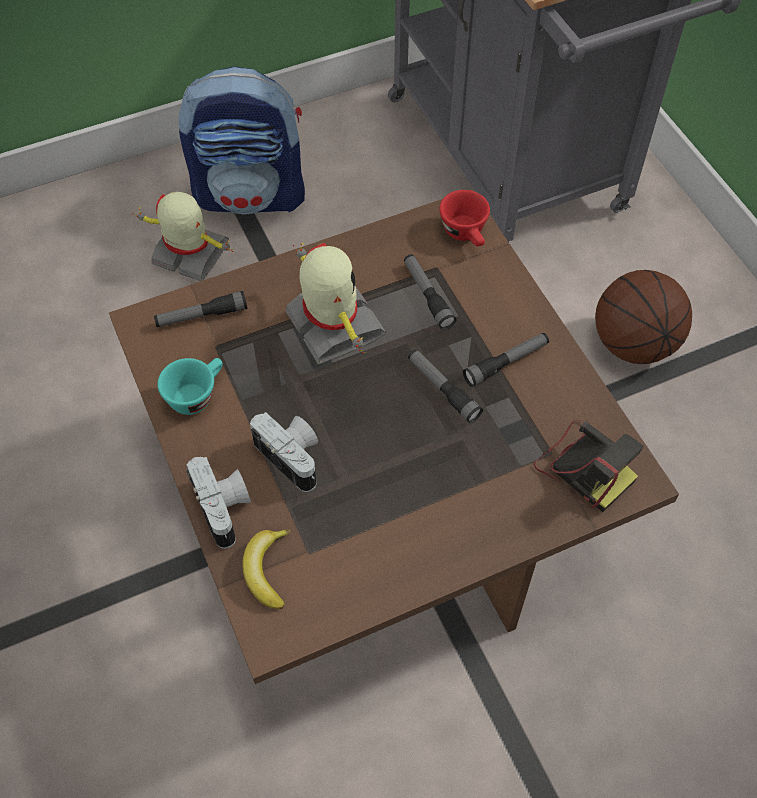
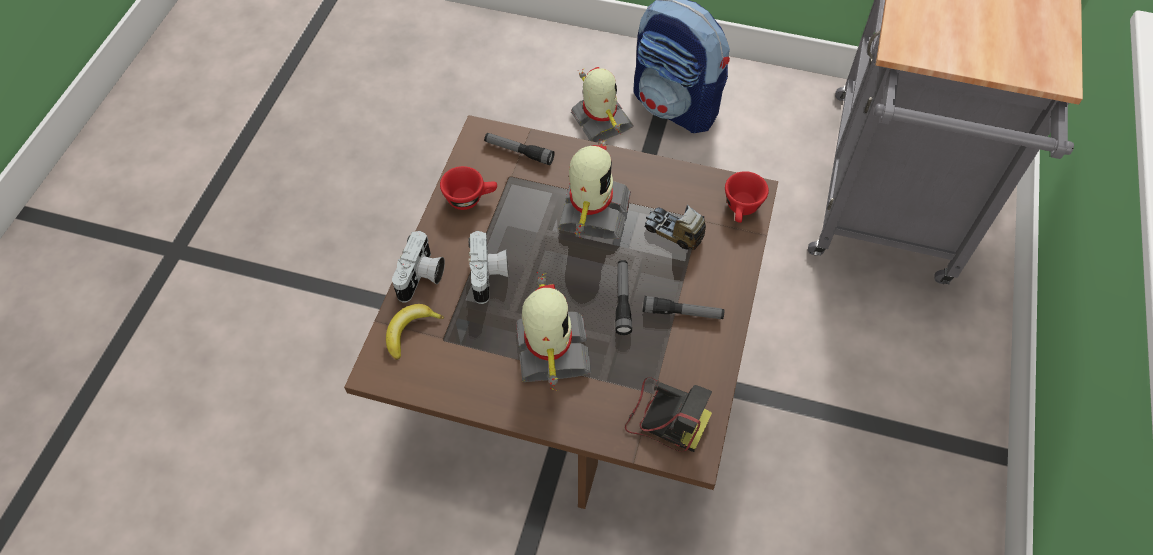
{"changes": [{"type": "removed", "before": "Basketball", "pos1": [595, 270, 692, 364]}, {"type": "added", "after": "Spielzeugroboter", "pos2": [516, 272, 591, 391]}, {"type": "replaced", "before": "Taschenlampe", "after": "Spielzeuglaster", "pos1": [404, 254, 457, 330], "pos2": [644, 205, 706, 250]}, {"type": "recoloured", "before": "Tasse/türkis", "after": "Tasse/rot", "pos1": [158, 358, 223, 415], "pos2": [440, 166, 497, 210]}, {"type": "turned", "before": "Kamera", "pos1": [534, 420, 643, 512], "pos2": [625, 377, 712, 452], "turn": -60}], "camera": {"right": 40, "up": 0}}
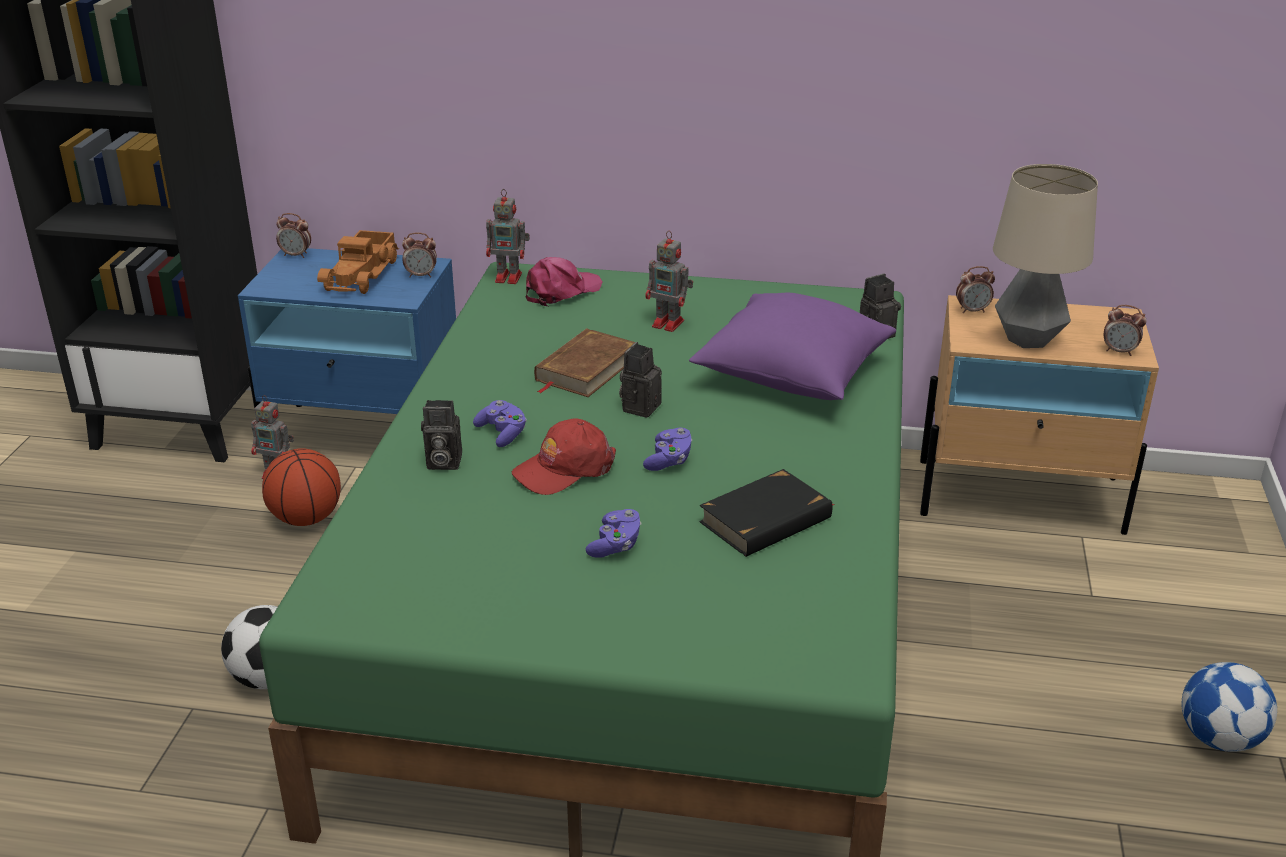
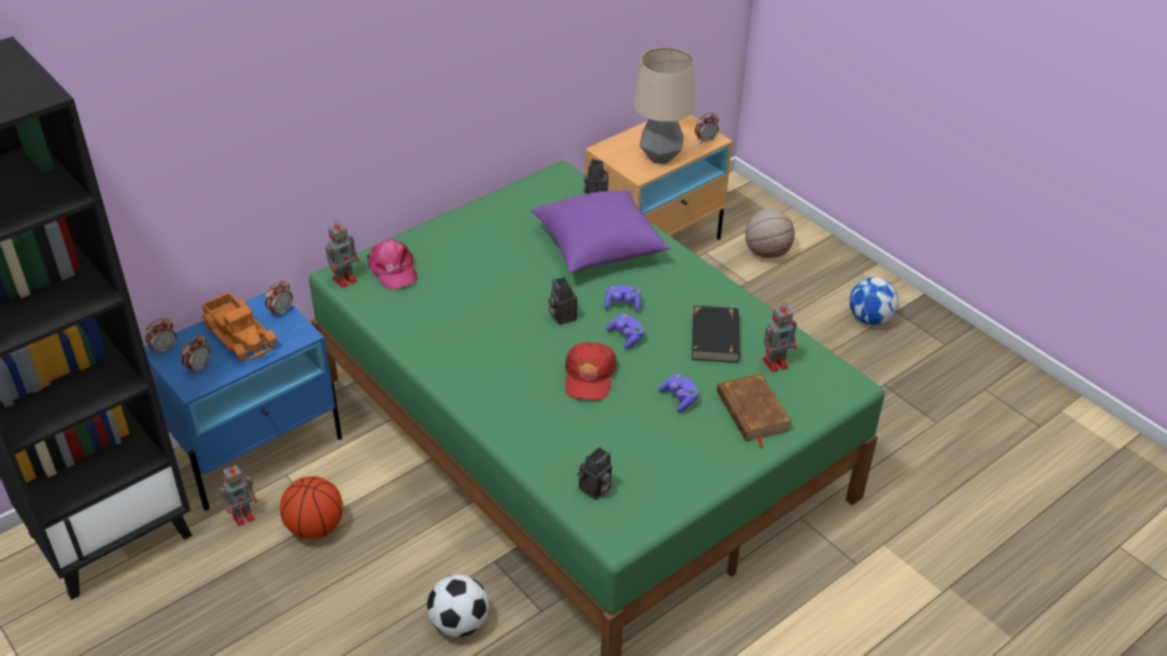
{"changes": [{"type": "added", "after": "Basketball", "pos2": [745, 209, 795, 258]}, {"type": "moved", "before": "Kamera", "pos1": [421, 400, 462, 470], "pos2": [578, 447, 612, 500]}, {"type": "moved", "before": "Gamepad/lila", "pos1": [473, 400, 527, 447], "pos2": [605, 285, 641, 312]}, {"type": "moved", "before": "Buch/braun", "pos1": [534, 328, 635, 397], "pos2": [717, 373, 792, 449]}, {"type": "moved", "before": "Spielzeugroboter", "pos1": [645, 232, 693, 332], "pos2": [762, 303, 797, 372]}, {"type": "moved", "before": "Wecker", "pos1": [956, 266, 995, 314], "pos2": [181, 335, 211, 375]}, {"type": "turned", "before": "Kappe/rosa", "pos1": [525, 257, 603, 306], "pos2": [367, 238, 417, 289], "turn": 150}], "camera": {"right": -50, "up": 10}}
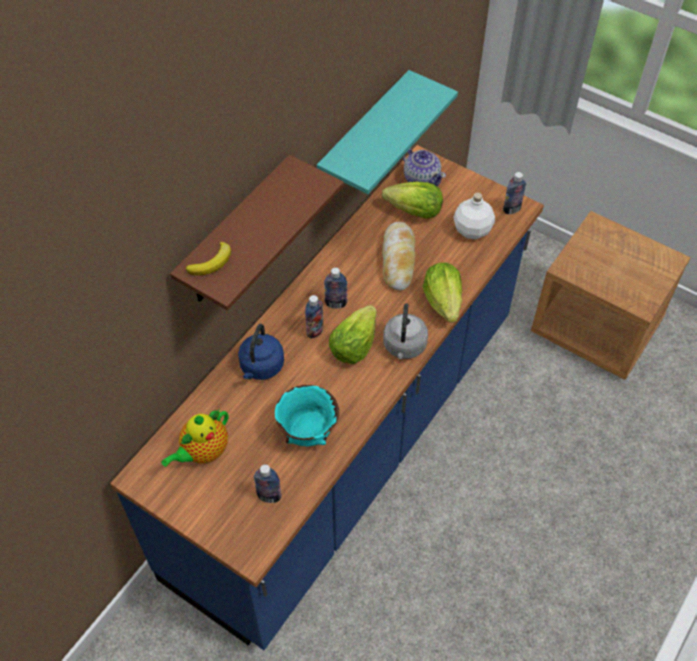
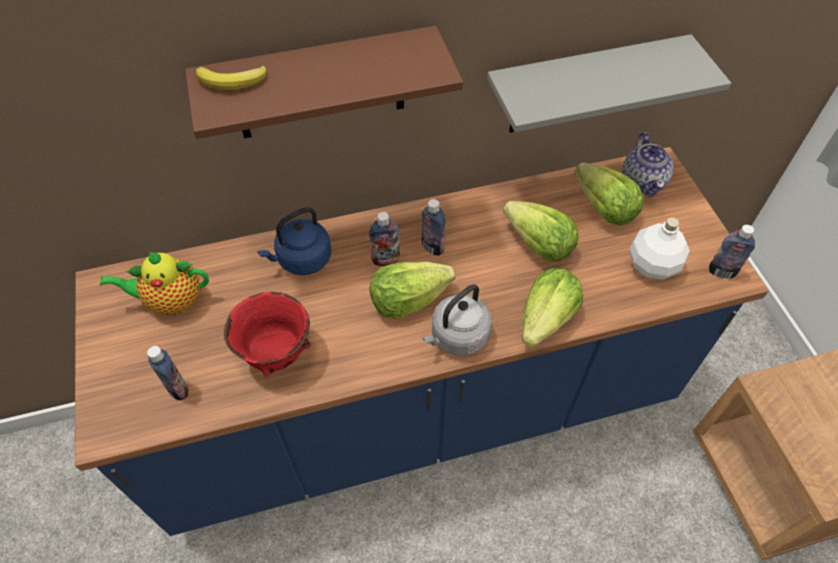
{"changes": [{"type": "replaced", "before": "Brot", "after": "Salatkopf", "pos1": [383, 222, 415, 290], "pos2": [503, 201, 579, 262]}, {"type": "recoloured", "before": "Schüssel/türkis", "after": "Schüssel/rot", "pos1": [275, 385, 339, 446], "pos2": [224, 292, 311, 376]}, {"type": "recoloured", "before": "Wandregal/türkis", "after": "Wandregal/grau", "pos1": [317, 70, 458, 194], "pos2": [487, 34, 731, 133]}], "camera": {"right": 40, "up": 0}}
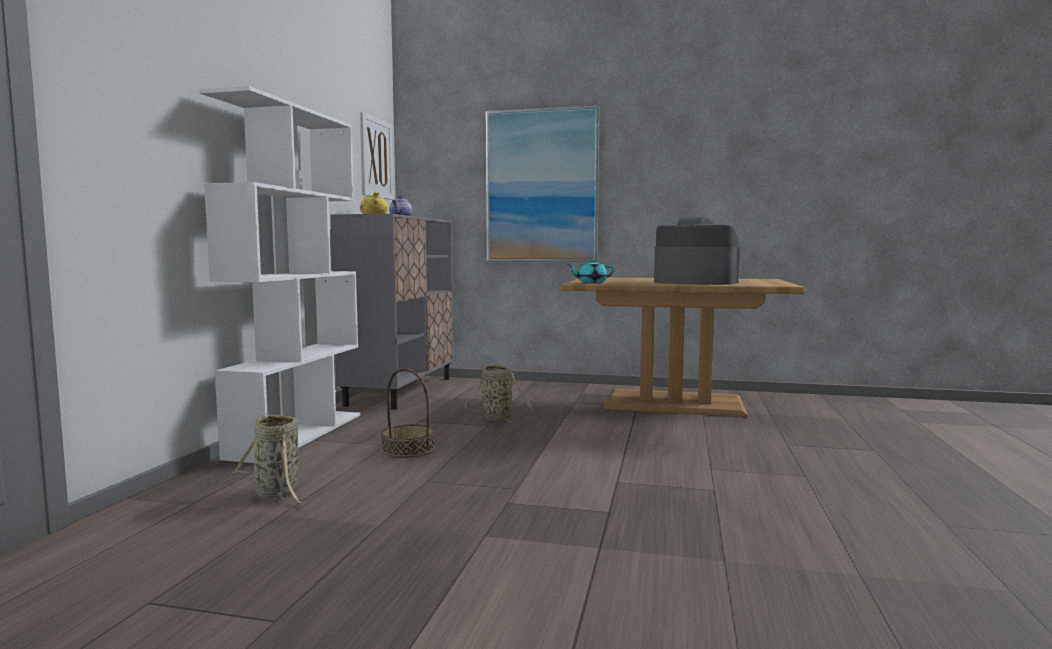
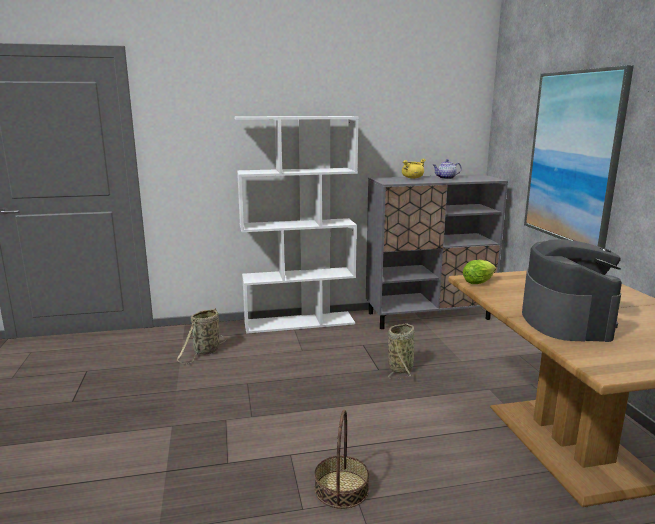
{"changes": [{"type": "removed", "before": "Bild", "pos1": [360, 112, 393, 200]}, {"type": "moved", "before": "Korb", "pos1": [381, 368, 435, 458], "pos2": [314, 410, 369, 509]}, {"type": "replaced", "before": "Teekanne/türkis", "after": "Salatkopf", "pos1": [568, 259, 615, 283], "pos2": [463, 260, 496, 284]}], "camera": {"right": 65, "up": 10}}
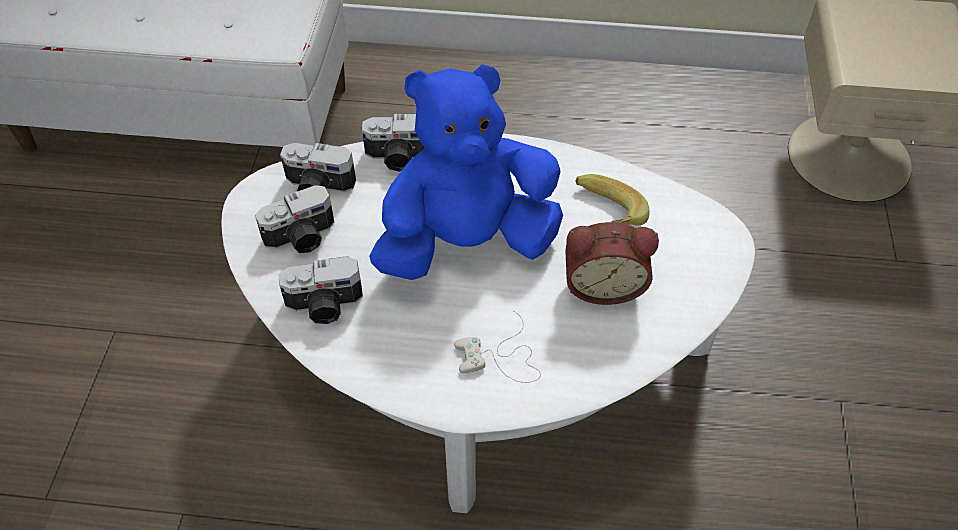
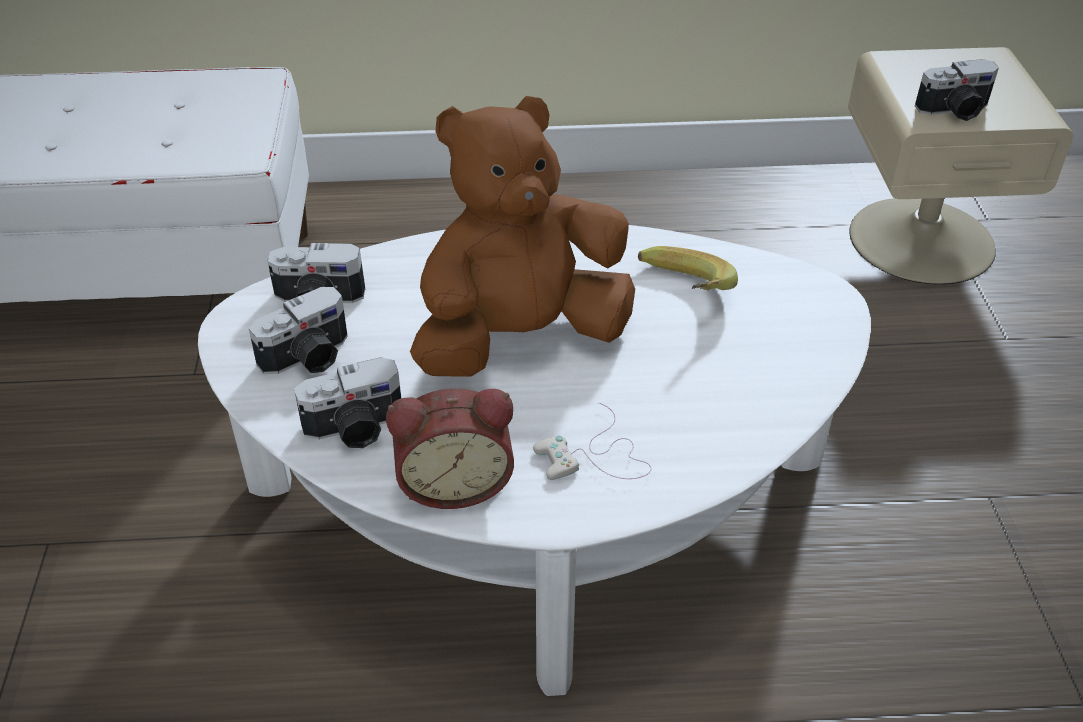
{"changes": [{"type": "moved", "before": "Kamera", "pos1": [362, 114, 425, 172], "pos2": [915, 59, 999, 121]}, {"type": "moved", "before": "Wecker", "pos1": [565, 222, 659, 305], "pos2": [386, 388, 514, 509]}, {"type": "recoloured", "before": "Plüschtier/blau", "after": "Plüschtier/braun", "pos1": [369, 64, 563, 280], "pos2": [410, 96, 635, 377]}], "camera": {"right": -10, "up": -10}}
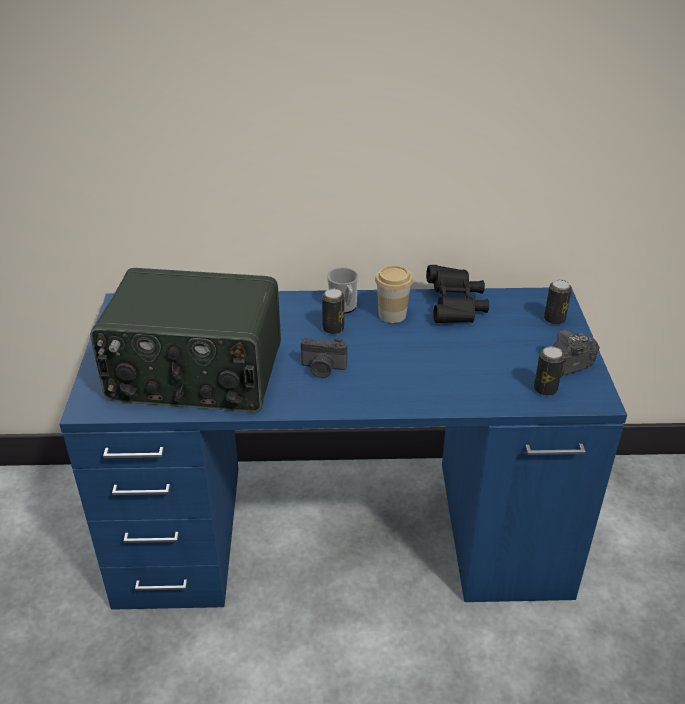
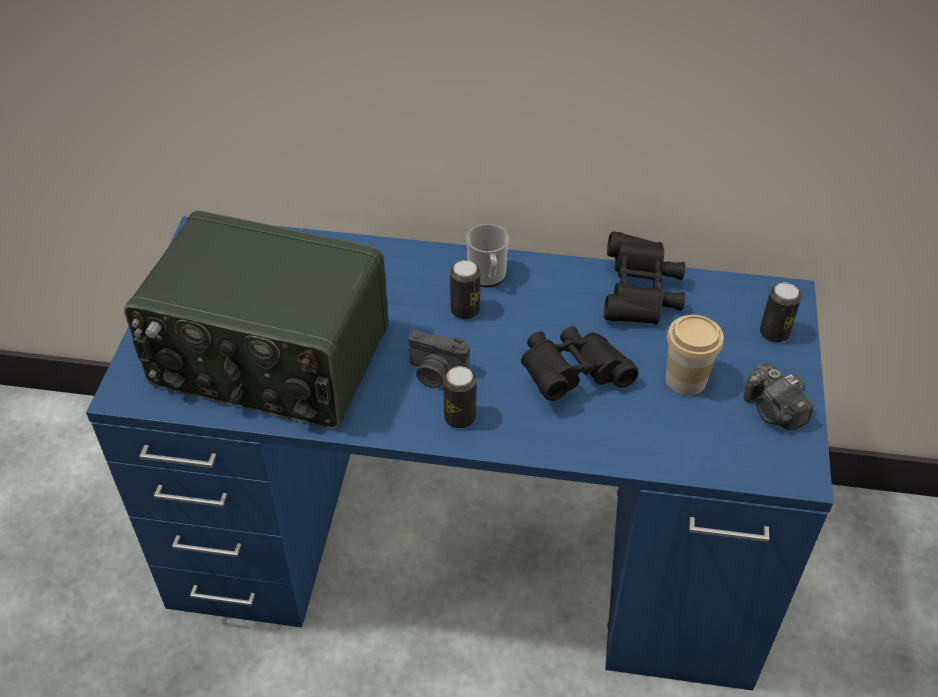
{"changes": [{"type": "added", "after": "Fernglas/schwarz", "pos2": [521, 326, 638, 401]}, {"type": "moved", "before": "Tasse", "pos1": [375, 266, 413, 323], "pos2": [666, 315, 724, 396]}, {"type": "moved", "before": "Dose", "pos1": [534, 347, 565, 396], "pos2": [443, 366, 476, 428]}, {"type": "turned", "before": "Kamera", "pos1": [552, 330, 599, 376], "pos2": [744, 363, 814, 430], "turn": -105}], "camera": {"right": 10, "up": 10}}
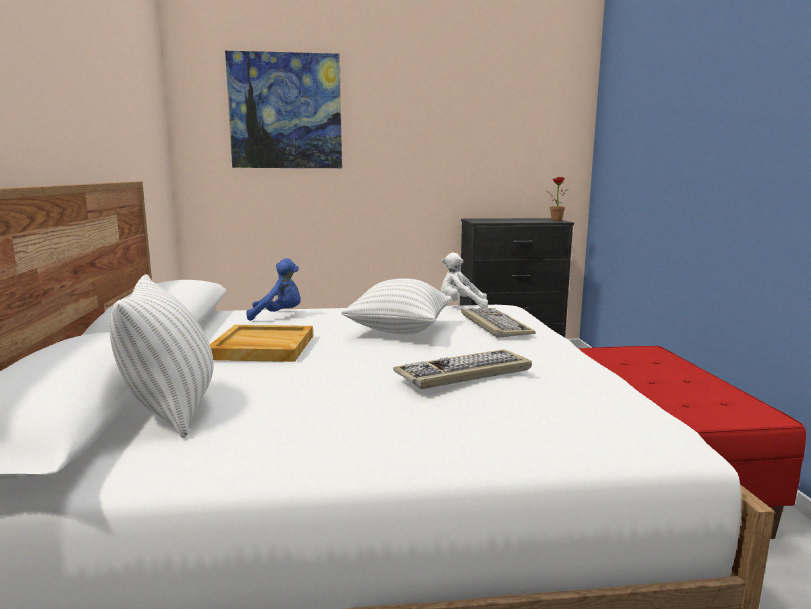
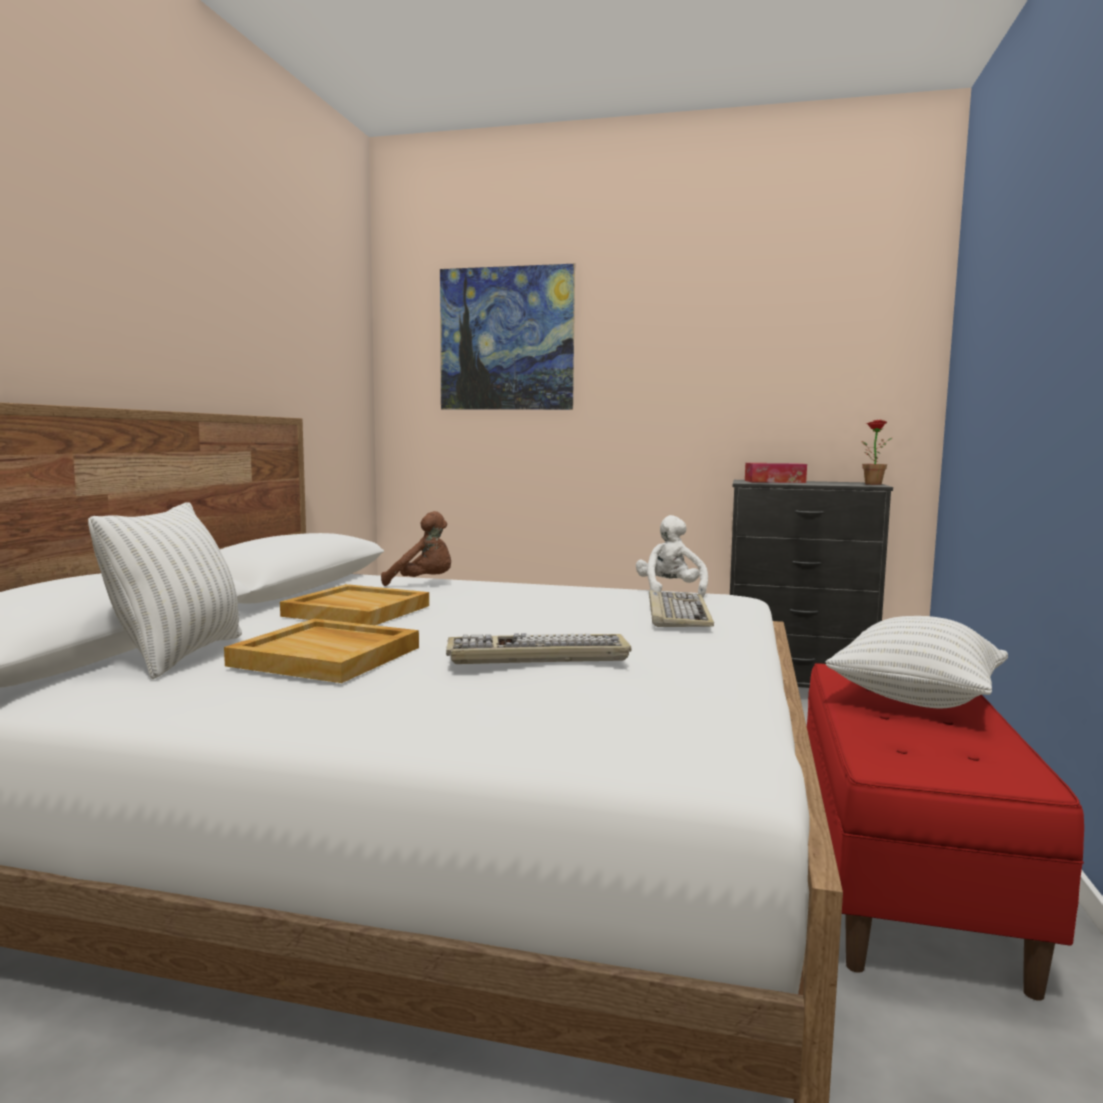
{"changes": [{"type": "added", "after": "Tablett/beige", "pos2": [224, 619, 419, 683]}, {"type": "added", "after": "Taschentuchbox", "pos2": [745, 463, 807, 483]}, {"type": "moved", "before": "Kissen/weiß", "pos1": [341, 278, 452, 335], "pos2": [825, 616, 1008, 708]}, {"type": "recoloured", "before": "Plüschtier/blau", "after": "Plüschtier/braun", "pos1": [246, 258, 301, 321], "pos2": [381, 511, 451, 586]}, {"type": "turned", "before": "Plüschtier/weiß", "pos1": [441, 252, 488, 308], "pos2": [636, 515, 708, 597], "turn": 60}], "camera": {"right": 20, "up": -5}}
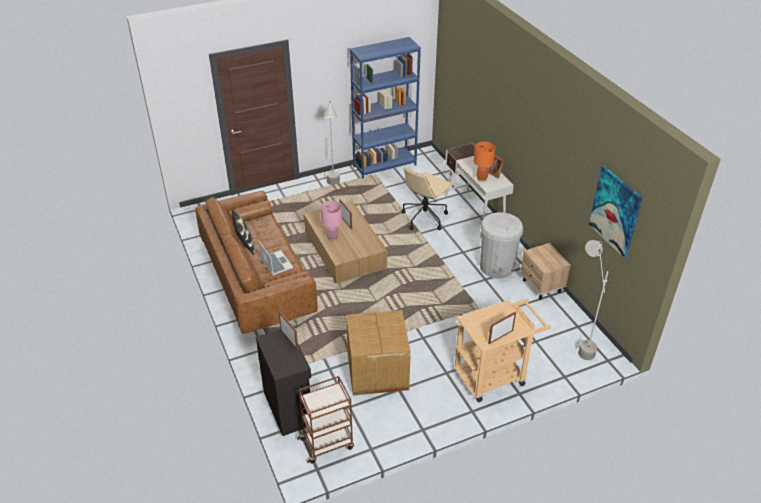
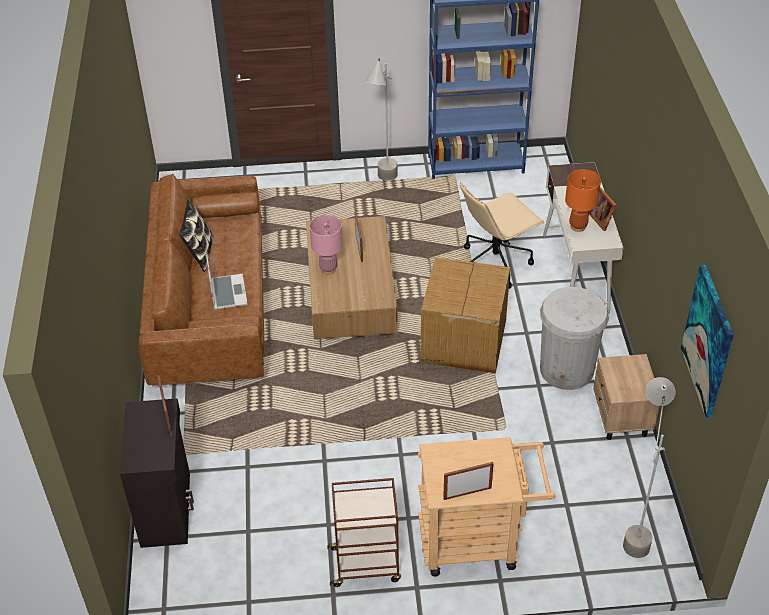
{"changes": [{"type": "moved", "before": "Rollwagen/braun", "pos1": [297, 376, 354, 464], "pos2": [327, 478, 401, 587]}, {"type": "moved", "before": "Karton", "pos1": [346, 310, 411, 396], "pos2": [421, 257, 510, 374]}], "camera": {"right": 20, "up": 5}}
